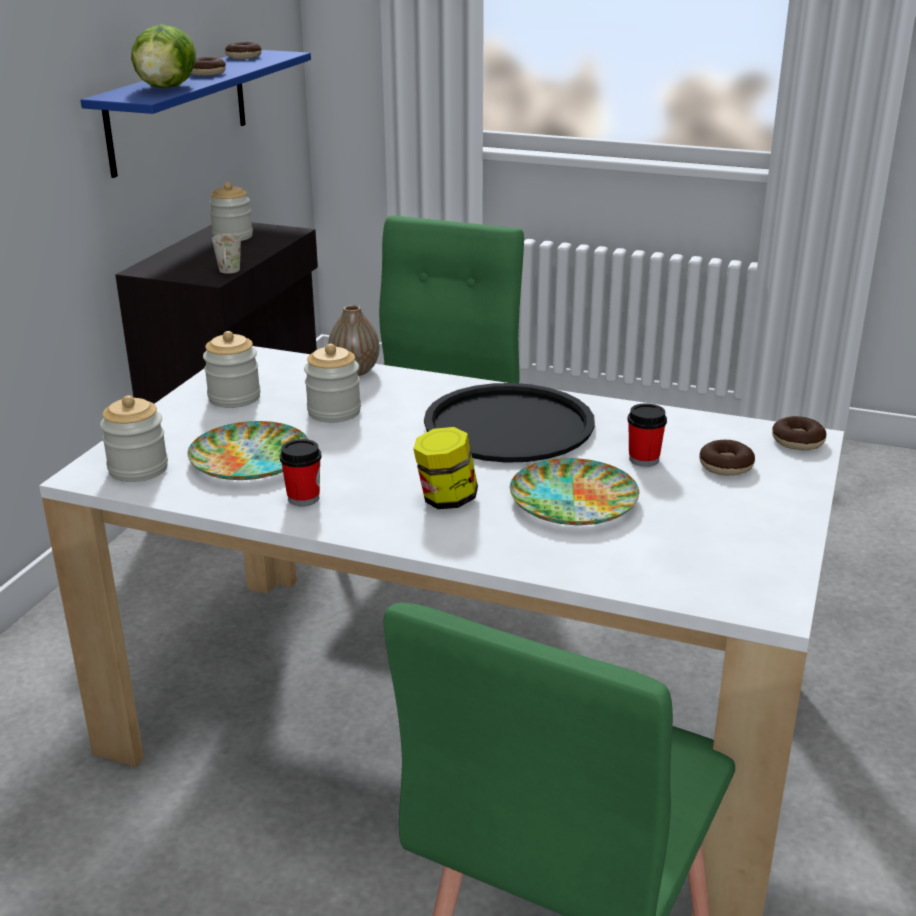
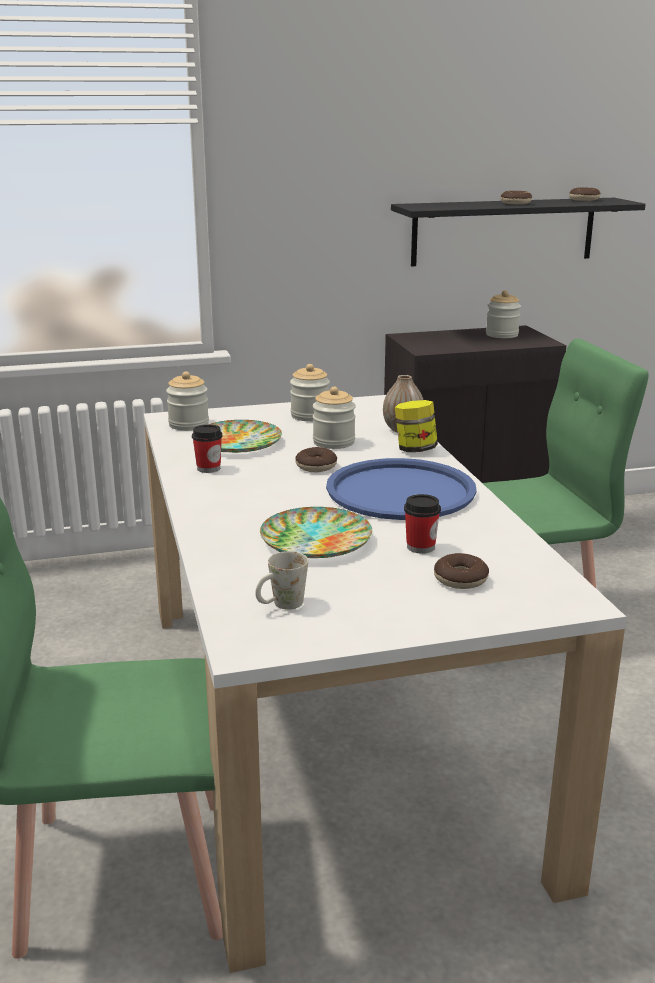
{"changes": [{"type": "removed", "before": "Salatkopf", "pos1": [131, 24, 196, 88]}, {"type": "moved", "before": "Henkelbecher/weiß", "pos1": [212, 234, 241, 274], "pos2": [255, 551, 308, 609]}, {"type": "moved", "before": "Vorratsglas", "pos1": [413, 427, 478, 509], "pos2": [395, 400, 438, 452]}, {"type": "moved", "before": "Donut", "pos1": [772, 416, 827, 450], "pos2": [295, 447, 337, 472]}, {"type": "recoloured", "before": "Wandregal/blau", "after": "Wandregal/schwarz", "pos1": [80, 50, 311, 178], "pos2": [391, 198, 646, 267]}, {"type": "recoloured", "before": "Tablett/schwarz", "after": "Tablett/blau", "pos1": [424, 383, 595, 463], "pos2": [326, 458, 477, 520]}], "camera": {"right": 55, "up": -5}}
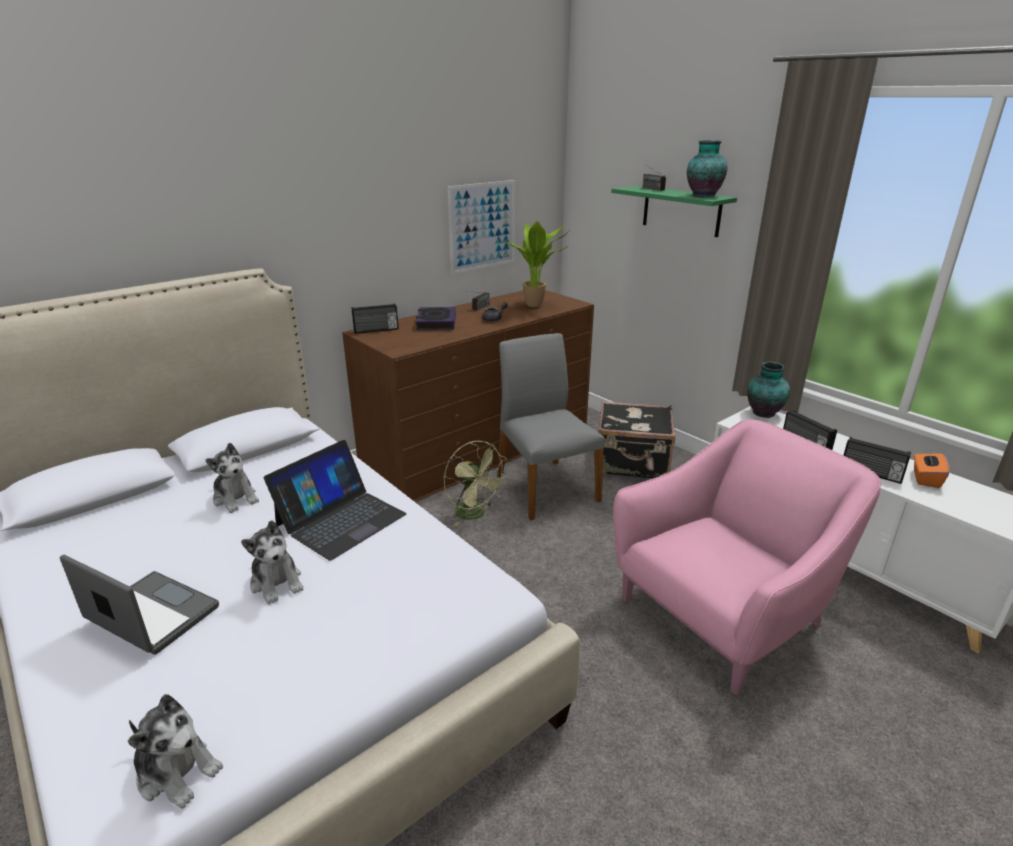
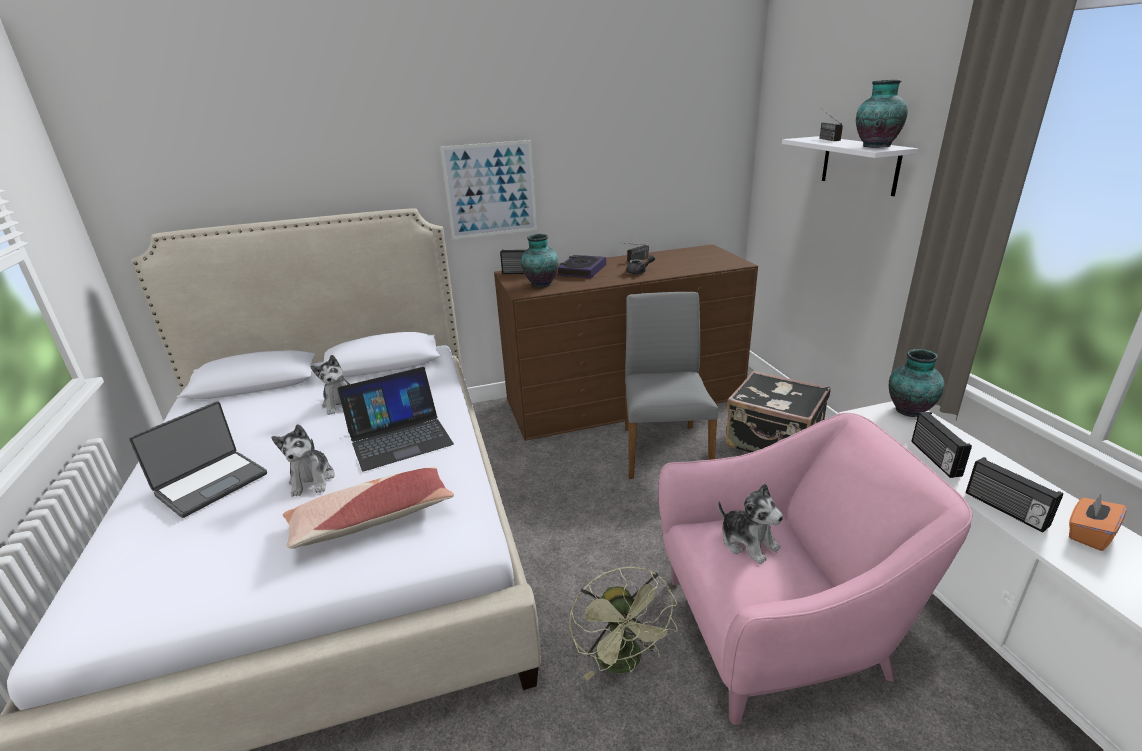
{"changes": [{"type": "removed", "before": "Topfpflanze", "pos1": [503, 221, 569, 307]}, {"type": "added", "after": "Kissen", "pos2": [283, 467, 454, 549]}, {"type": "added", "after": "Vase", "pos2": [521, 234, 558, 287]}, {"type": "moved", "before": "Plüschtier", "pos1": [128, 694, 223, 809], "pos2": [718, 484, 783, 564]}, {"type": "moved", "before": "Ventilator/grün", "pos1": [444, 441, 508, 526], "pos2": [569, 567, 678, 680]}, {"type": "moved", "before": "Bild", "pos1": [448, 180, 515, 274], "pos2": [440, 140, 537, 239]}, {"type": "recoloured", "before": "Wandregal/grün", "after": "Wandregal/weiß", "pos1": [611, 186, 737, 237], "pos2": [782, 136, 918, 196]}, {"type": "turned", "before": "Laptop", "pos1": [60, 555, 219, 655], "pos2": [129, 401, 267, 518], "turn": 75}], "camera": {"right": 25, "up": 0}}
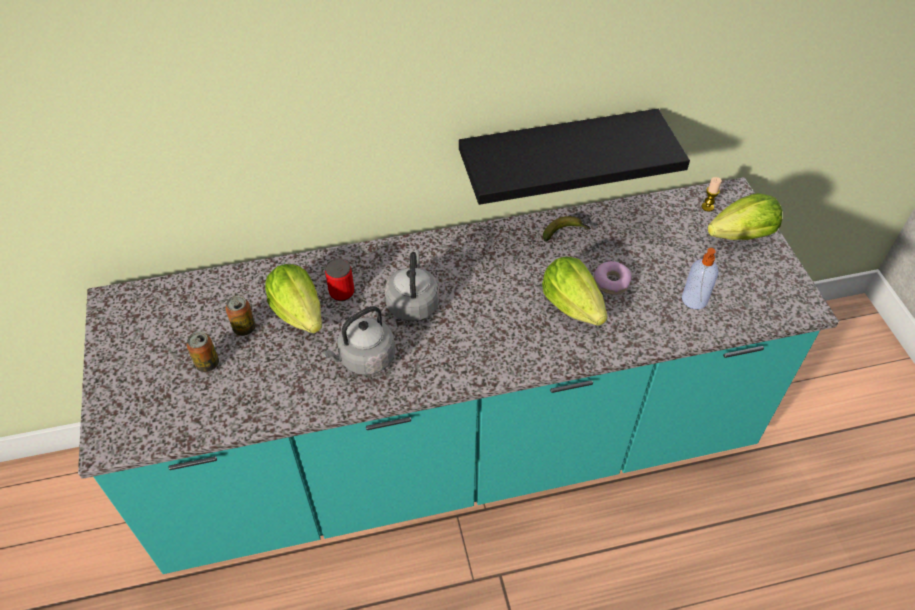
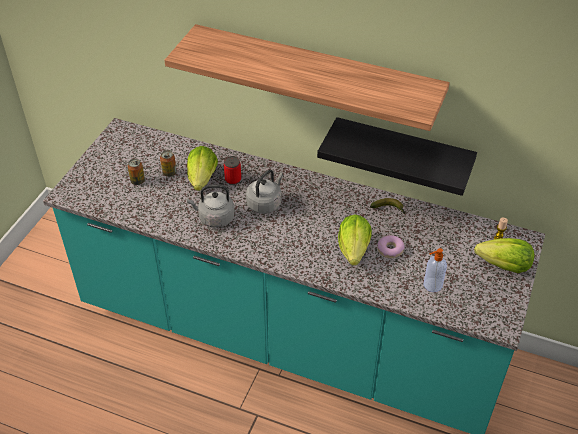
{"changes": [{"type": "added", "after": "Wandregal", "pos2": [164, 24, 450, 131]}], "camera": {"right": 35, "up": -5}}
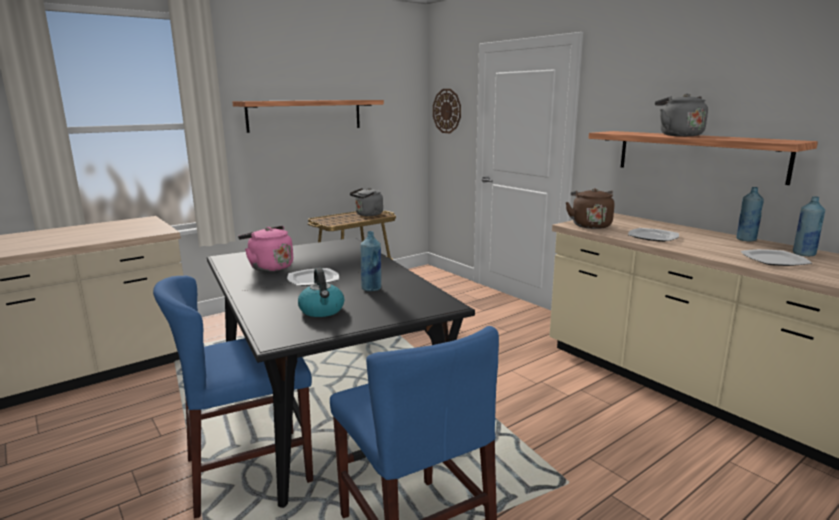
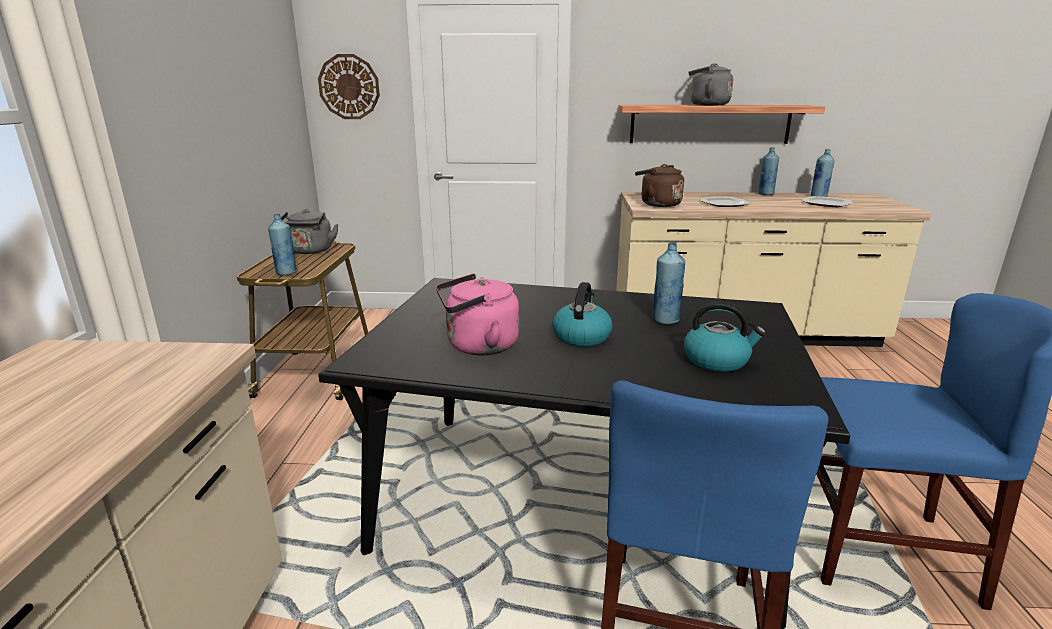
{"changes": [{"type": "removed", "before": "Wandregal", "pos1": [232, 100, 384, 133]}, {"type": "added", "after": "Flasche/blau", "pos2": [268, 214, 297, 276]}, {"type": "replaced", "before": "Teller", "after": "Wasserkessel", "pos1": [287, 268, 339, 286], "pos2": [552, 282, 612, 347]}], "camera": {"right": -50, "up": 5}}
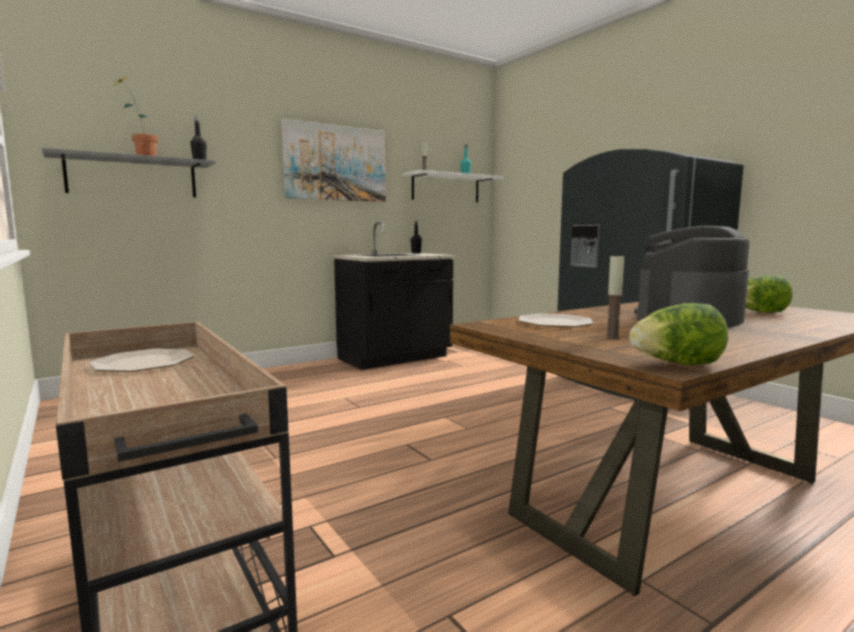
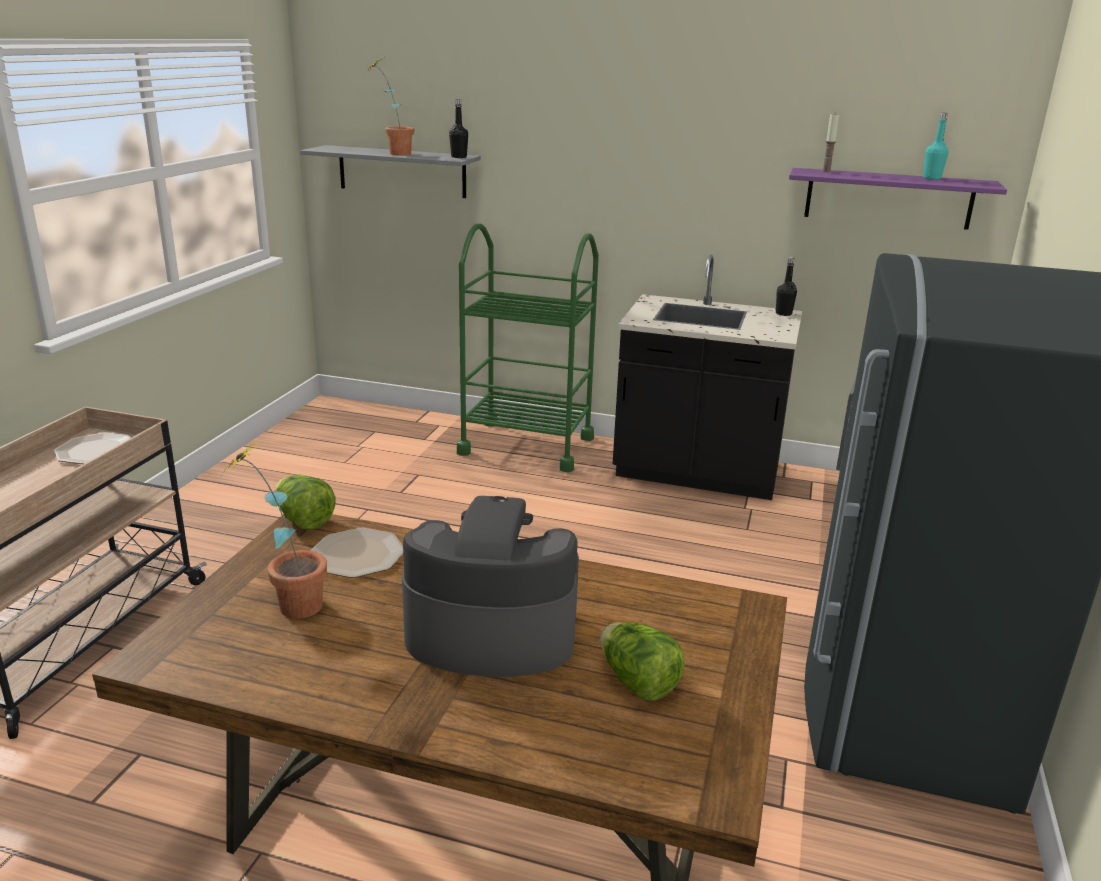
{"changes": [{"type": "removed", "before": "Bild", "pos1": [282, 119, 386, 202]}, {"type": "added", "after": "Rollwagen/grün", "pos2": [457, 224, 599, 472]}, {"type": "moved", "before": "Salatkopf", "pos1": [629, 303, 728, 365], "pos2": [275, 475, 336, 530]}, {"type": "replaced", "before": "Kerze", "after": "Topfpflanze", "pos1": [605, 253, 624, 339], "pos2": [223, 443, 327, 619]}, {"type": "recoloured", "before": "Wandregal/weiß", "after": "Wandregal/lila", "pos1": [403, 170, 504, 202], "pos2": [789, 168, 1007, 230]}], "camera": {"right": 50, "up": 15}}
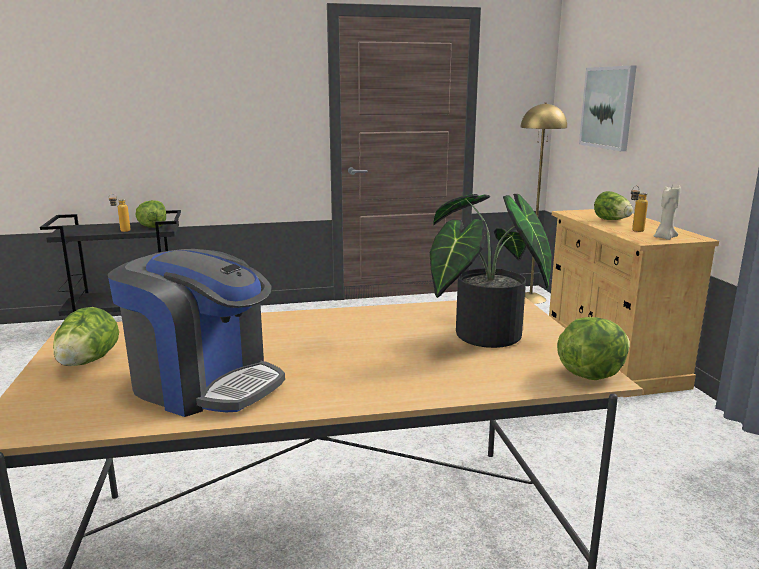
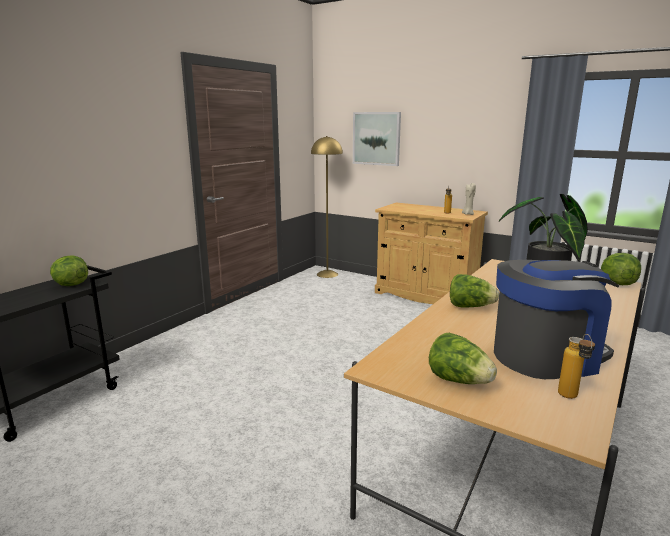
{"changes": [{"type": "moved", "before": "Flasche", "pos1": [109, 194, 131, 232], "pos2": [558, 334, 595, 399]}, {"type": "moved", "before": "Salatkopf", "pos1": [594, 191, 633, 220], "pos2": [450, 274, 499, 308]}], "camera": {"right": -45, "up": 0}}
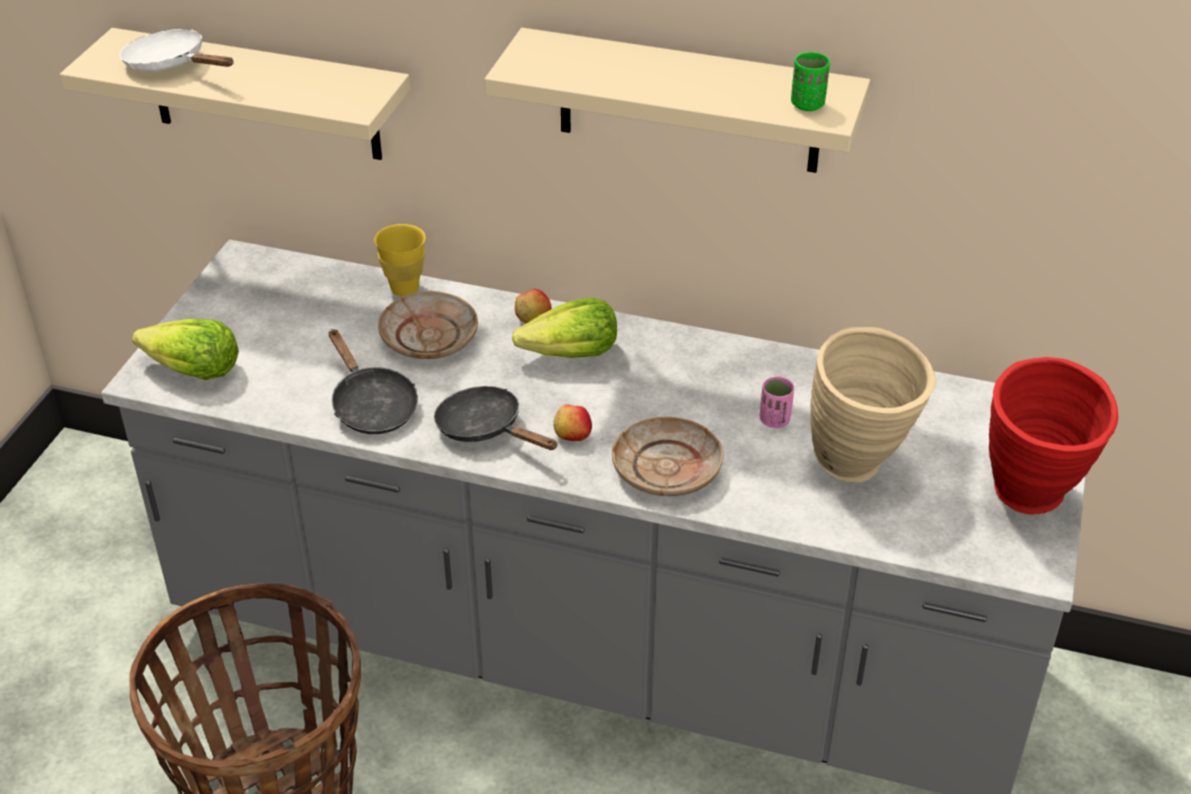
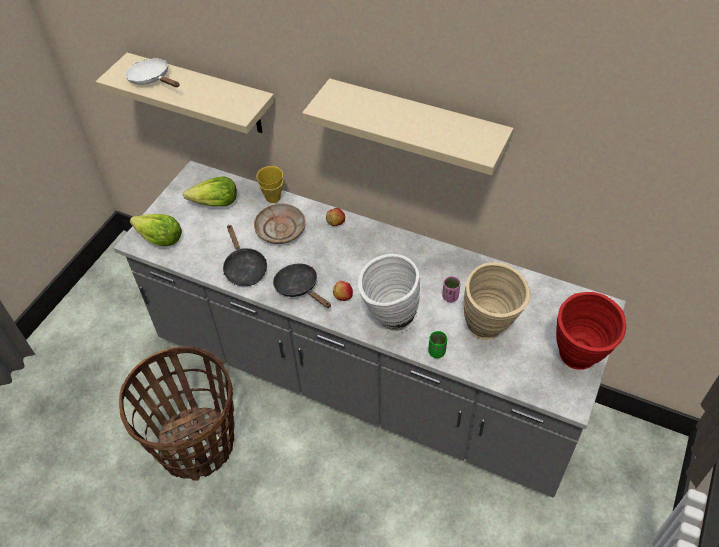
{"changes": [{"type": "moved", "before": "Salatkopf", "pos1": [512, 298, 617, 358], "pos2": [183, 177, 237, 206]}, {"type": "moved", "before": "Tasse/grün", "pos1": [791, 52, 830, 111], "pos2": [428, 331, 447, 358]}, {"type": "replaced", "before": "Teller/beige", "after": "Vase/weiß", "pos1": [612, 417, 723, 496], "pos2": [358, 254, 420, 333]}], "camera": {"right": 10, "up": 10}}
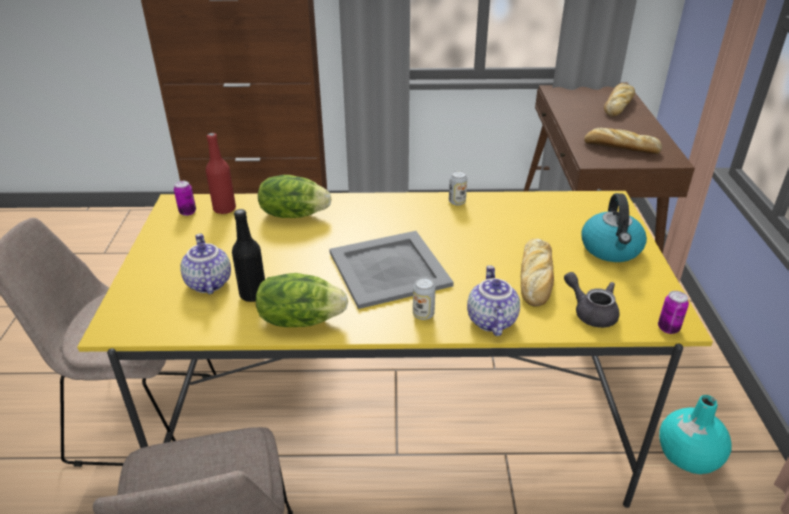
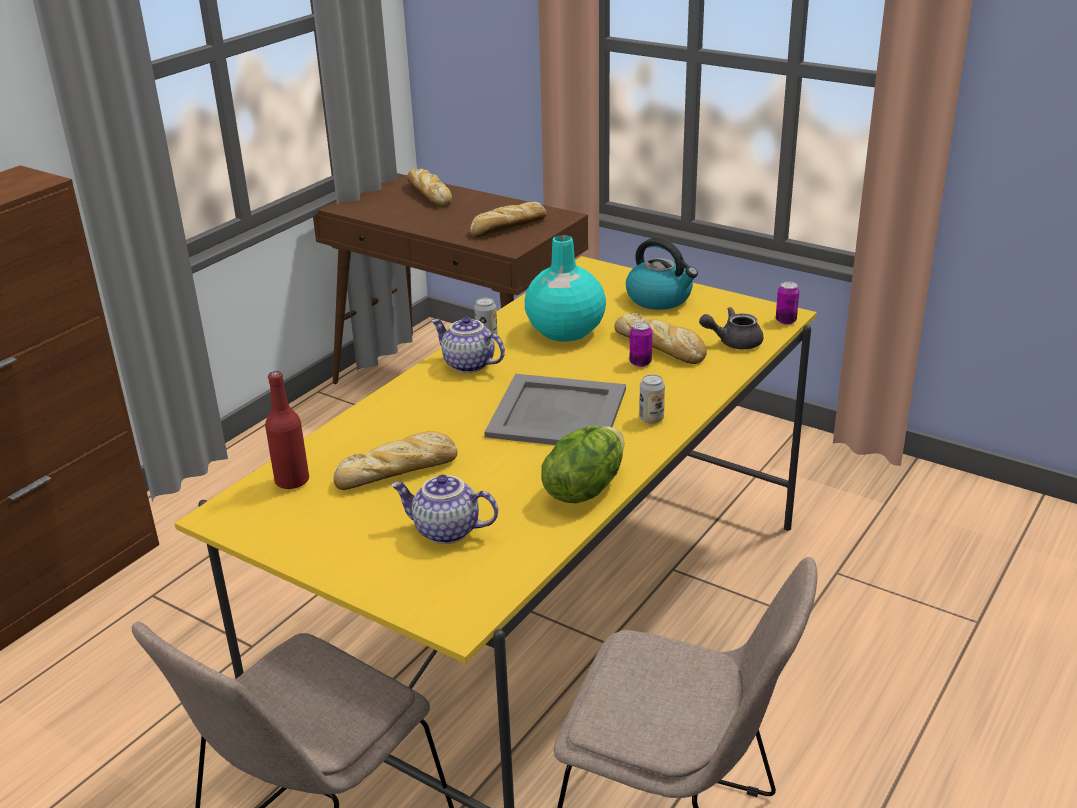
{"changes": [{"type": "removed", "before": "Flasche/schwarz", "pos1": [232, 209, 265, 302]}, {"type": "removed", "before": "Salatkopf", "pos1": [258, 175, 332, 218]}, {"type": "added", "after": "Brot", "pos2": [333, 431, 458, 490]}, {"type": "moved", "before": "Dose", "pos1": [174, 181, 196, 216], "pos2": [630, 322, 652, 367]}, {"type": "moved", "before": "Teekanne", "pos1": [467, 265, 520, 336], "pos2": [431, 317, 505, 373]}, {"type": "moved", "before": "Vase/türkis", "pos1": [659, 395, 731, 474], "pos2": [524, 235, 606, 342]}], "camera": {"right": -55, "up": -5}}
